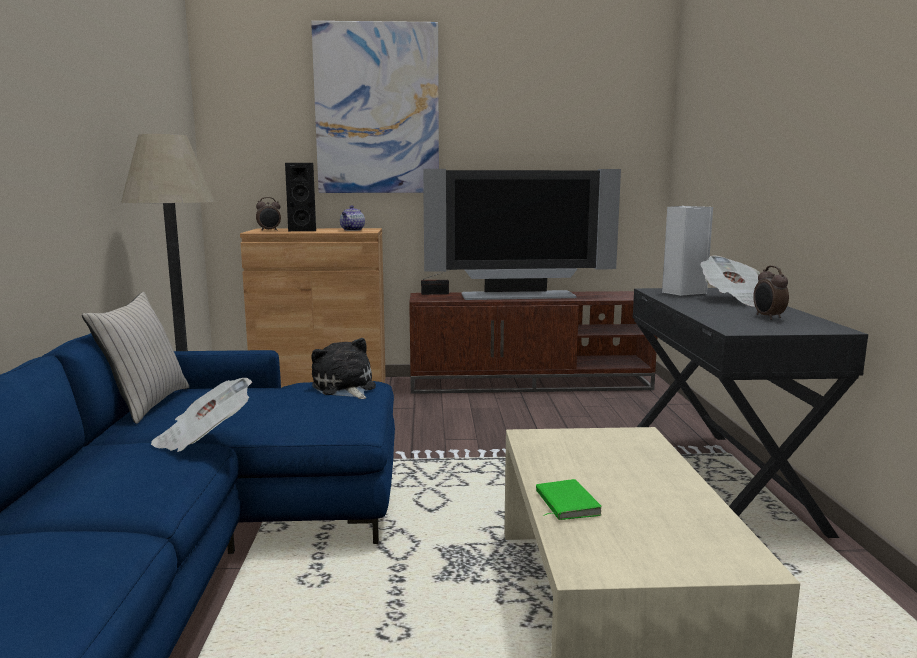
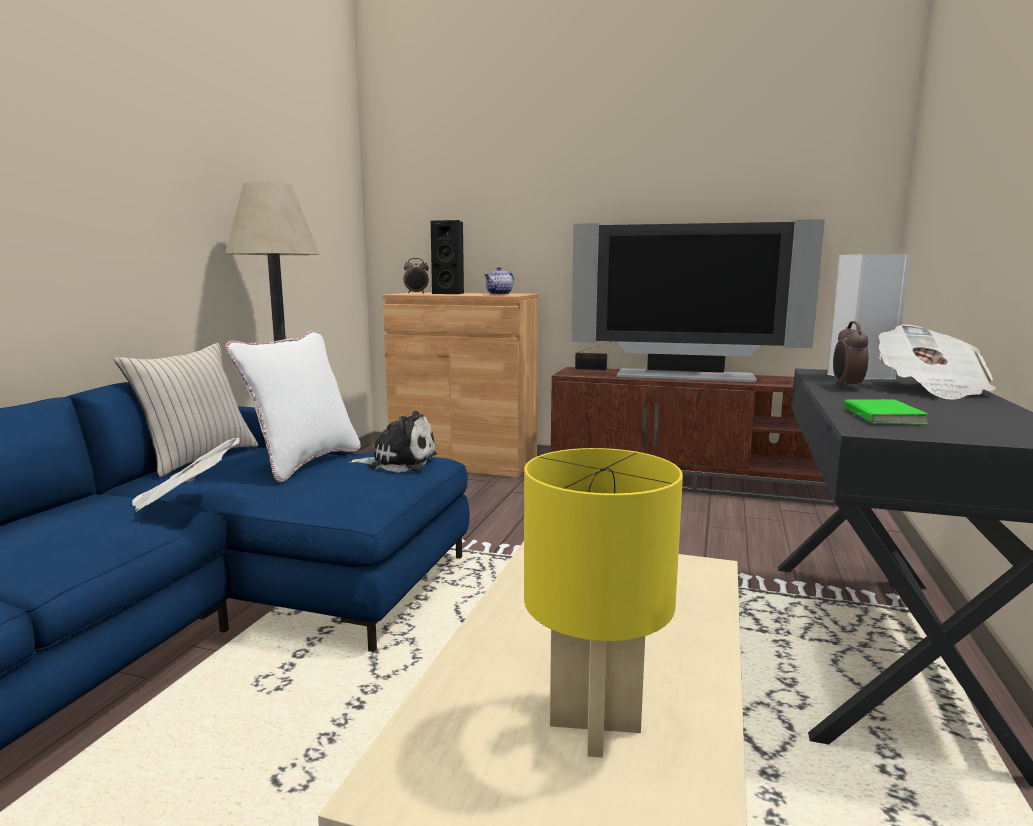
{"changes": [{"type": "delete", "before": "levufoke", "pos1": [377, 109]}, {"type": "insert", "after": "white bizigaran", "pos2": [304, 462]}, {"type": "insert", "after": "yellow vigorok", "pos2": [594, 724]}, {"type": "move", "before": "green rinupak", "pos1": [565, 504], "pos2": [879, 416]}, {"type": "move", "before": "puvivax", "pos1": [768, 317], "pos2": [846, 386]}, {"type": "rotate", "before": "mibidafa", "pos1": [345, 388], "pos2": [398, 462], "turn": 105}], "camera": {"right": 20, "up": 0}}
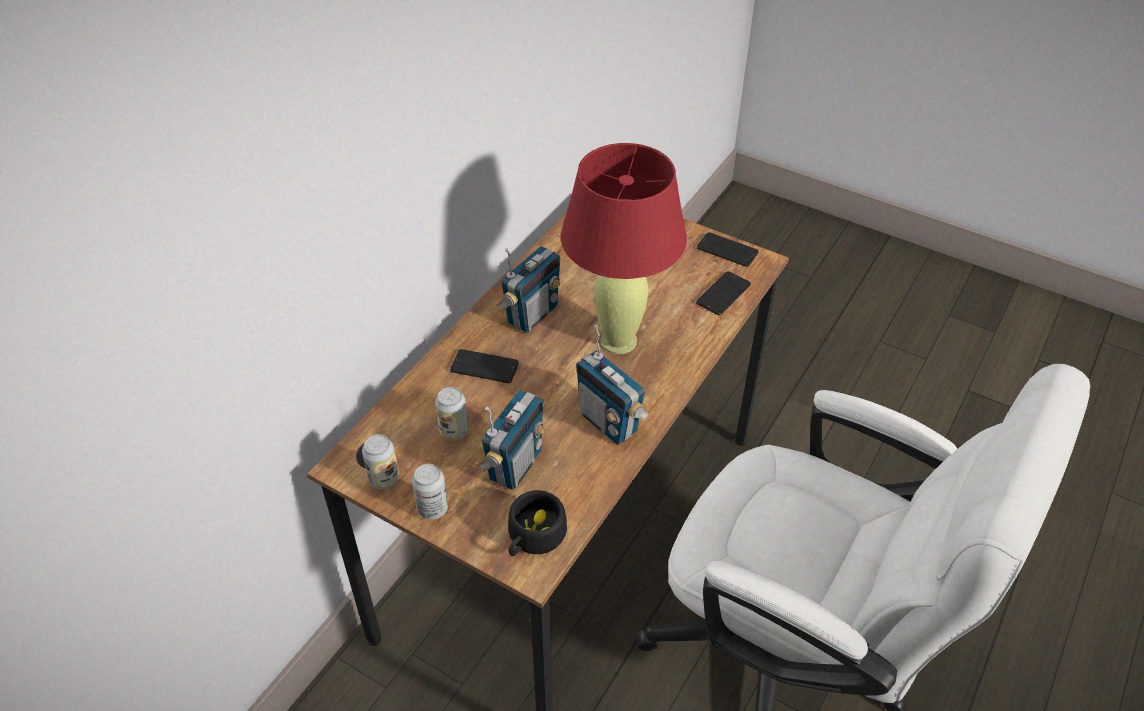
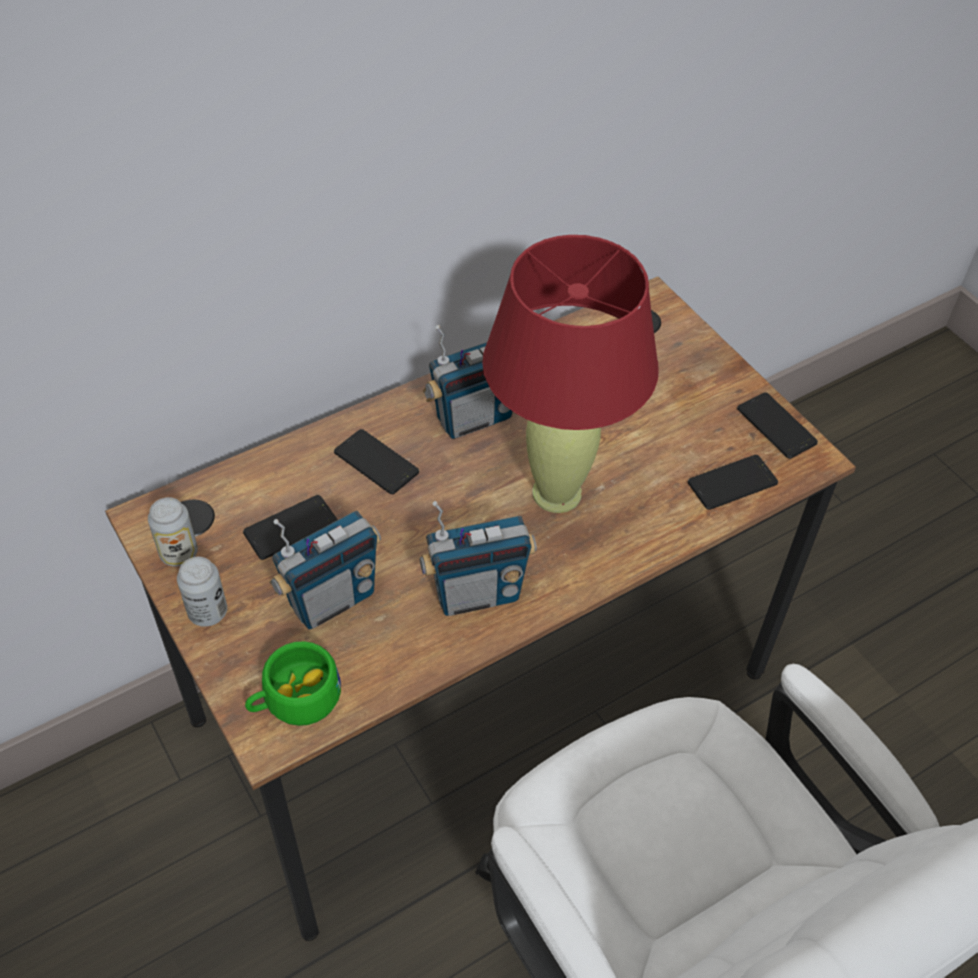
{"changes": [{"type": "replace", "before": "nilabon", "after": "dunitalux", "pos1": [454, 431], "pos2": [291, 528]}, {"type": "recolor", "before": "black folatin", "after": "green folatin", "pos1": [533, 538], "pos2": [294, 699]}, {"type": "rotate", "before": "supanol", "pos1": [609, 422], "pos2": [476, 594], "turn": -90}], "camera": {"right": 25, "up": 5}}
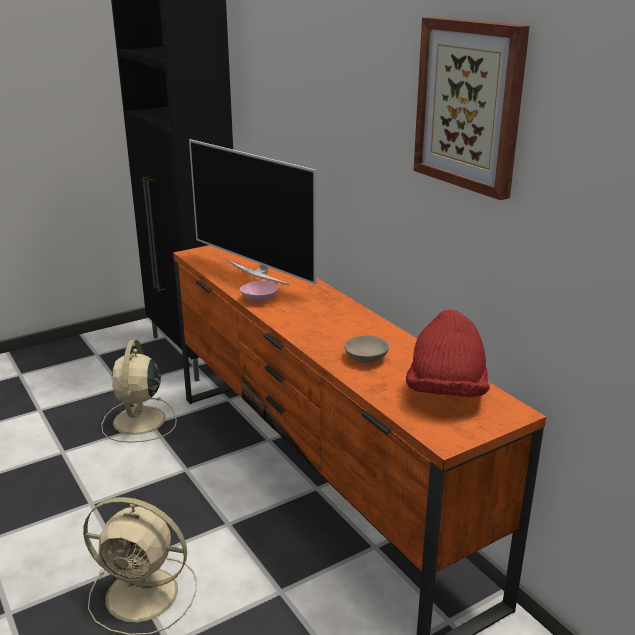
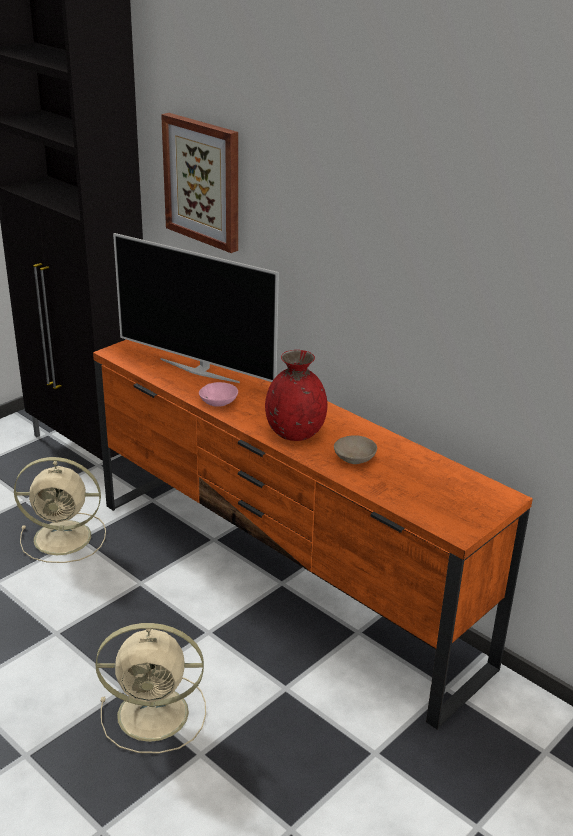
{"changes": [{"type": "delete", "before": "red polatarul", "pos1": [445, 393]}, {"type": "insert", "after": "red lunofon", "pos2": [294, 433]}, {"type": "move", "before": "levufoke", "pos1": [470, 105], "pos2": [203, 181]}, {"type": "rotate", "before": "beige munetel", "pos1": [139, 421], "pos2": [65, 538], "turn": -75}], "camera": {"right": -15, "up": 5}}
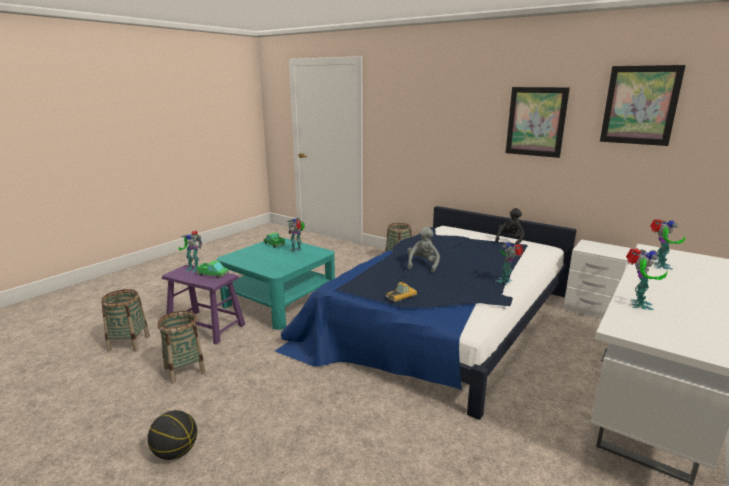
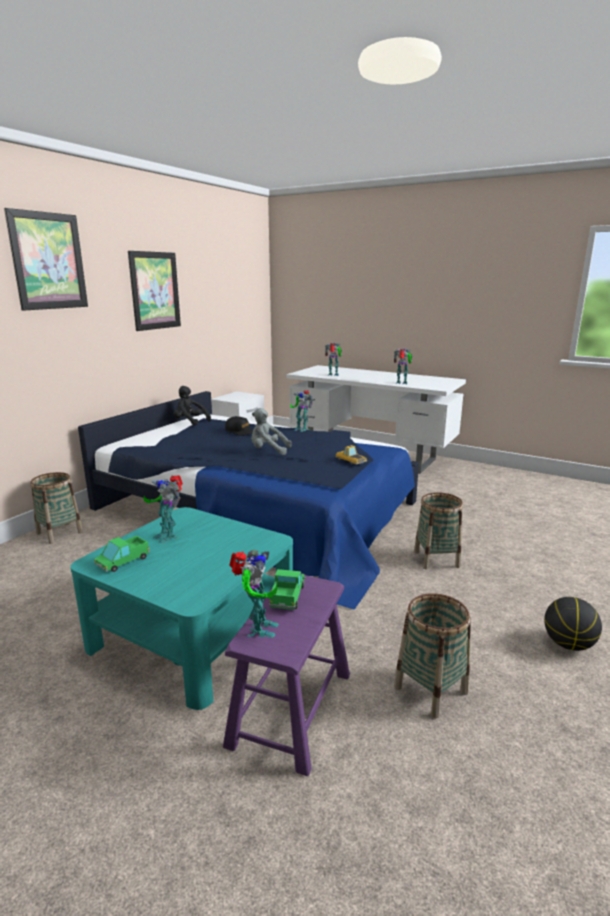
{"changes": [{"type": "insert", "after": "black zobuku", "pos2": [240, 431]}, {"type": "move", "before": "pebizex", "pos1": [129, 343], "pos2": [436, 559]}, {"type": "move", "before": "levufoke", "pos1": [640, 105], "pos2": [48, 261]}], "camera": {"right": -95, "up": 0}}
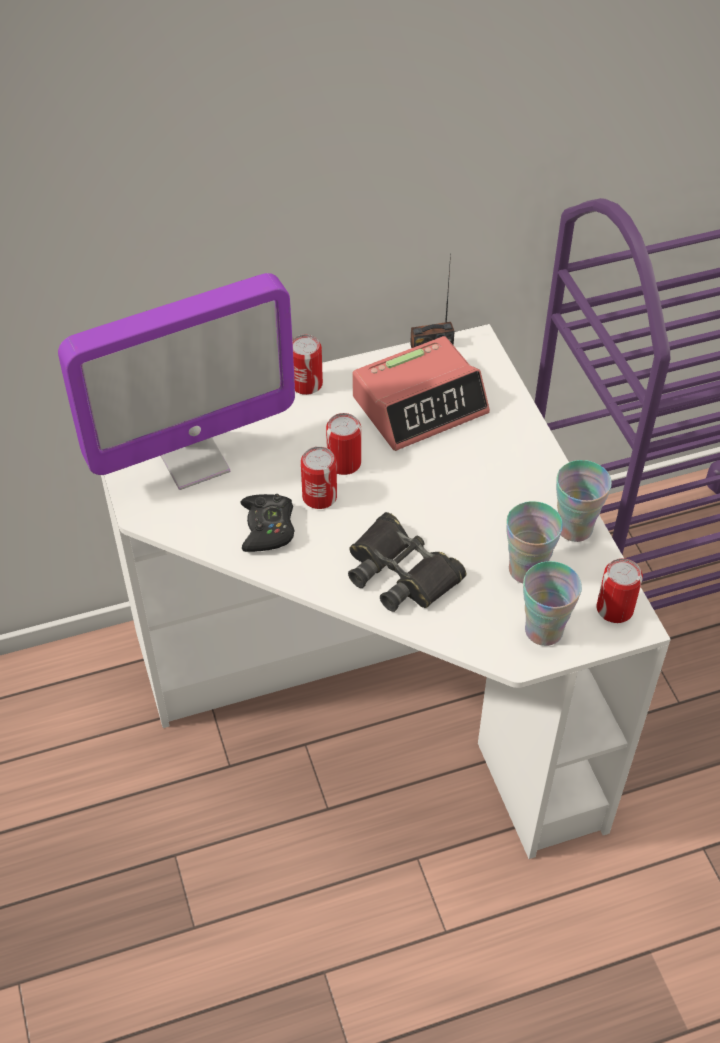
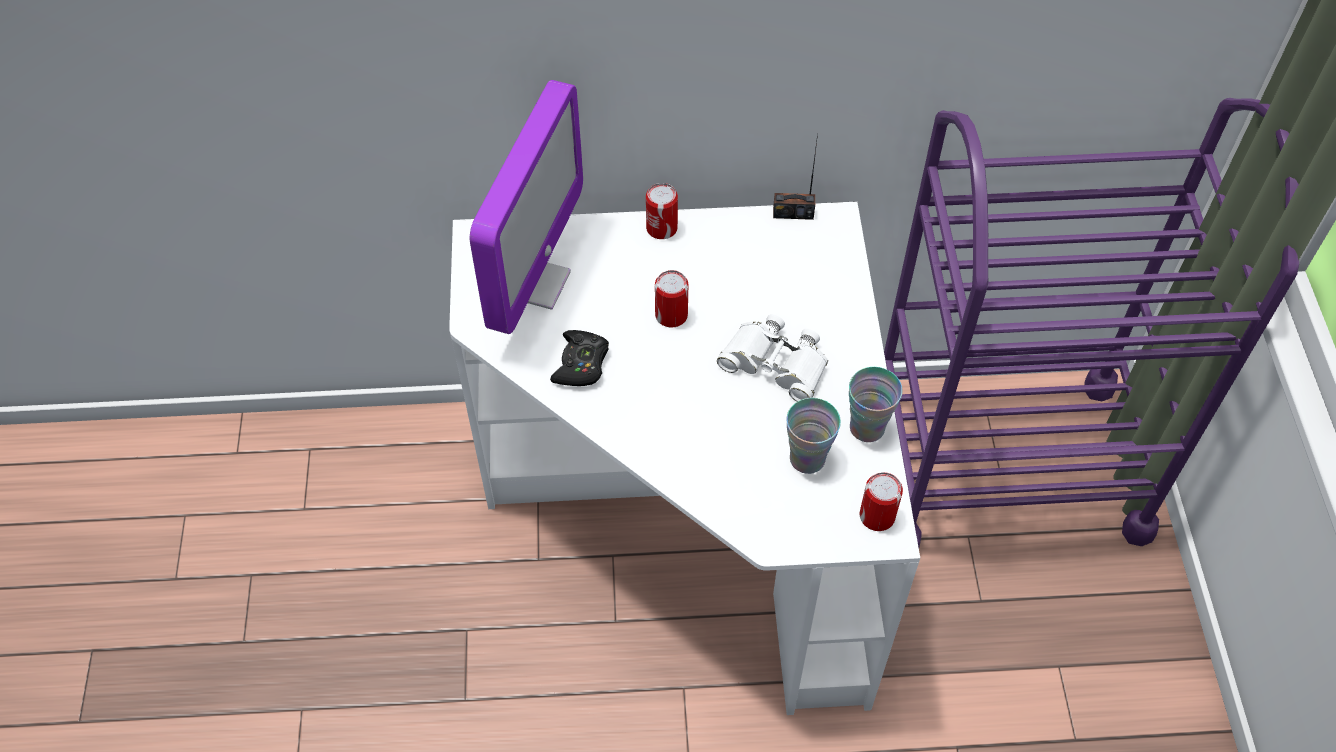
{"changes": [{"type": "delete", "before": "nilabon", "pos1": [319, 497]}, {"type": "delete", "before": "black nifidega", "pos1": [401, 572]}, {"type": "delete", "before": "puvivax", "pos1": [420, 405]}, {"type": "delete", "before": "folatin", "pos1": [544, 630]}, {"type": "insert", "after": "white nifidega", "pos2": [775, 363]}, {"type": "rotate", "before": "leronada", "pos1": [193, 460], "pos2": [534, 283], "turn": -60}], "camera": {"right": 15, "up": 5}}
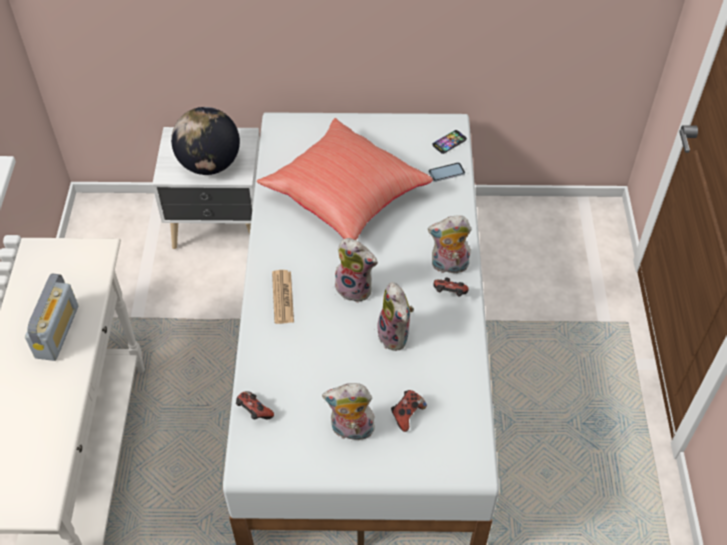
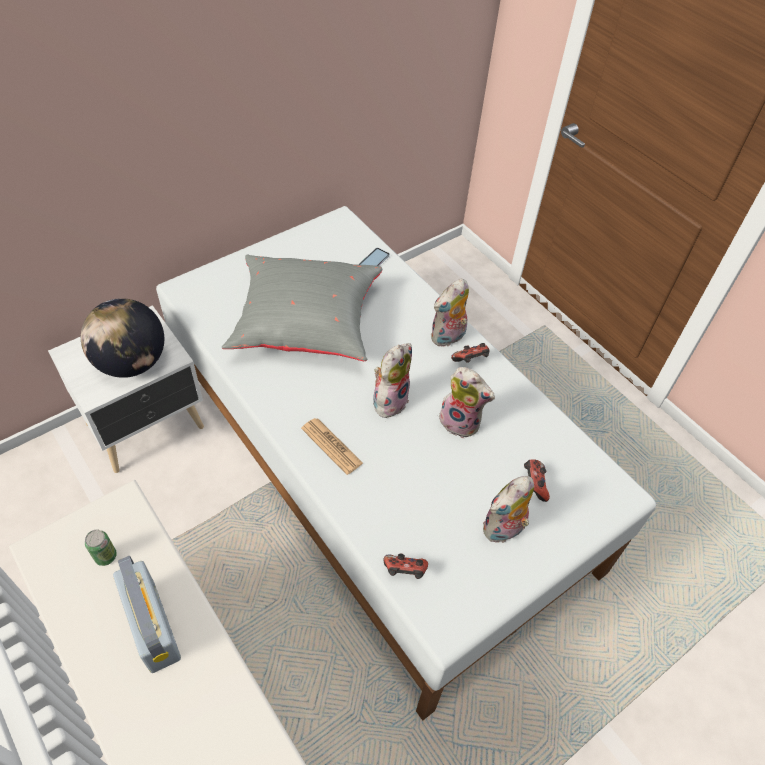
{"changes": [{"type": "delete", "before": "dunitalux", "pos1": [449, 142]}, {"type": "insert", "after": "nilabon", "pos2": [105, 556]}, {"type": "recolor", "before": "red bizigaran", "after": "grey bizigaran", "pos1": [344, 198], "pos2": [305, 325]}, {"type": "rotate", "before": "mibidafa", "pos1": [356, 288], "pos2": [389, 400], "turn": -45}], "camera": {"right": -40, "up": 0}}
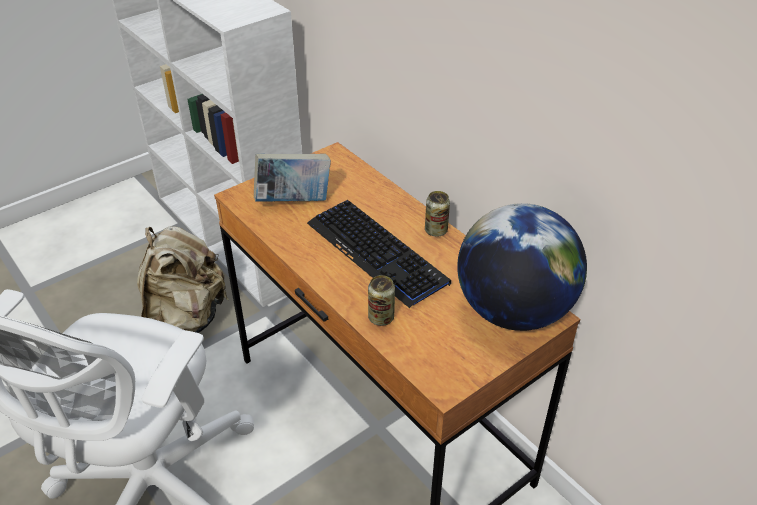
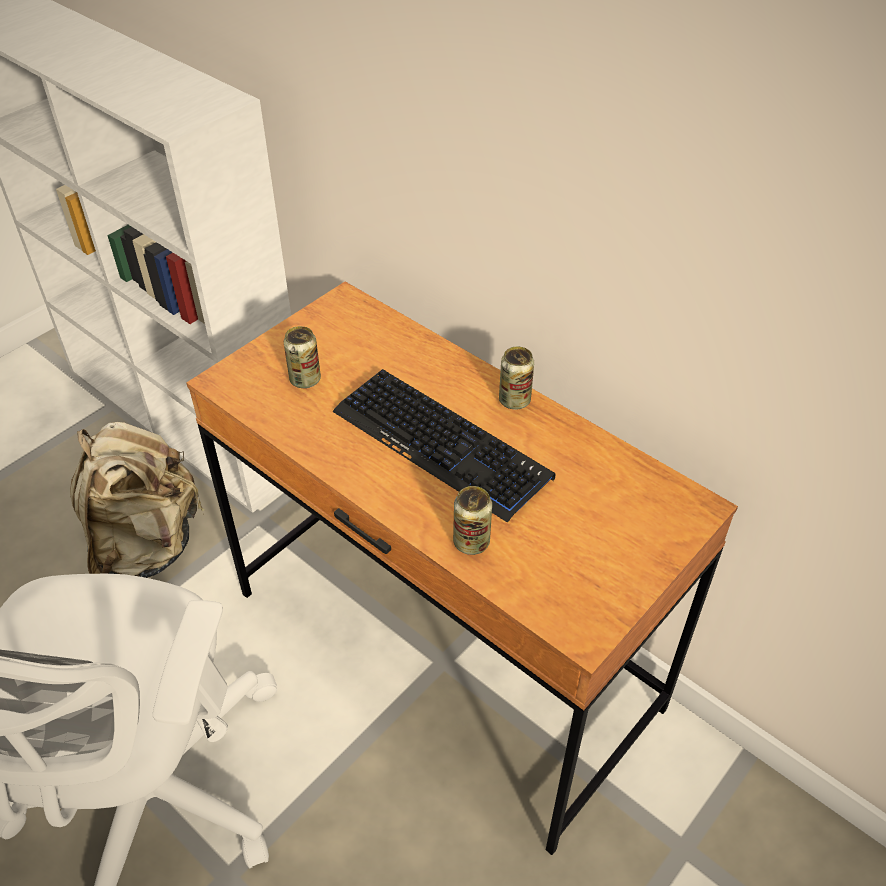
{"changes": [{"type": "delete", "before": "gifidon", "pos1": [513, 311]}, {"type": "replace", "before": "rinupak", "after": "nilabon", "pos1": [294, 201], "pos2": [305, 379]}], "camera": {"right": -10, "up": 5}}
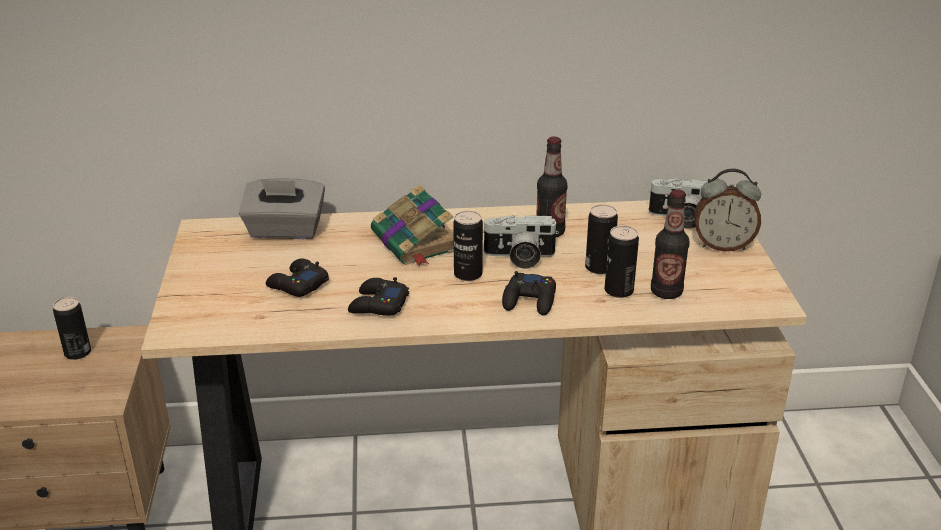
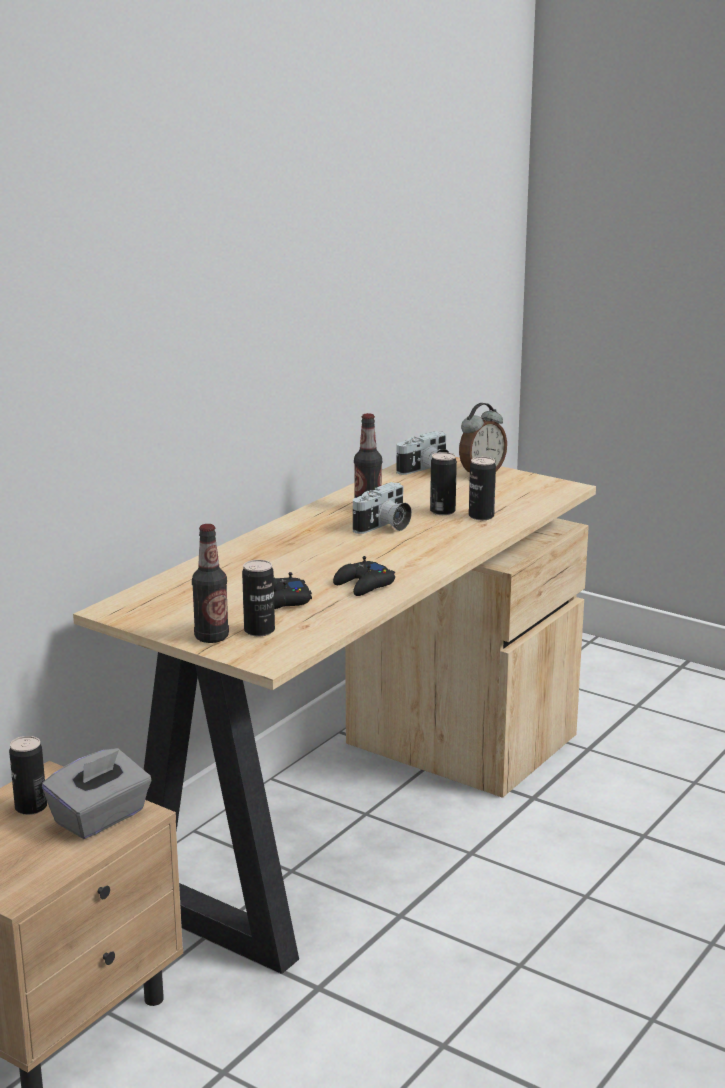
{"changes": [{"type": "delete", "before": "rinupak", "pos1": [415, 242]}, {"type": "delete", "before": "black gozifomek", "pos1": [530, 300]}, {"type": "move", "before": "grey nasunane", "pos1": [285, 231], "pos2": [100, 818]}, {"type": "move", "before": "nilabon", "pos1": [468, 274], "pos2": [259, 630]}, {"type": "move", "before": "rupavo", "pos1": [666, 292], "pos2": [211, 637]}], "camera": {"right": -50, "up": -10}}
